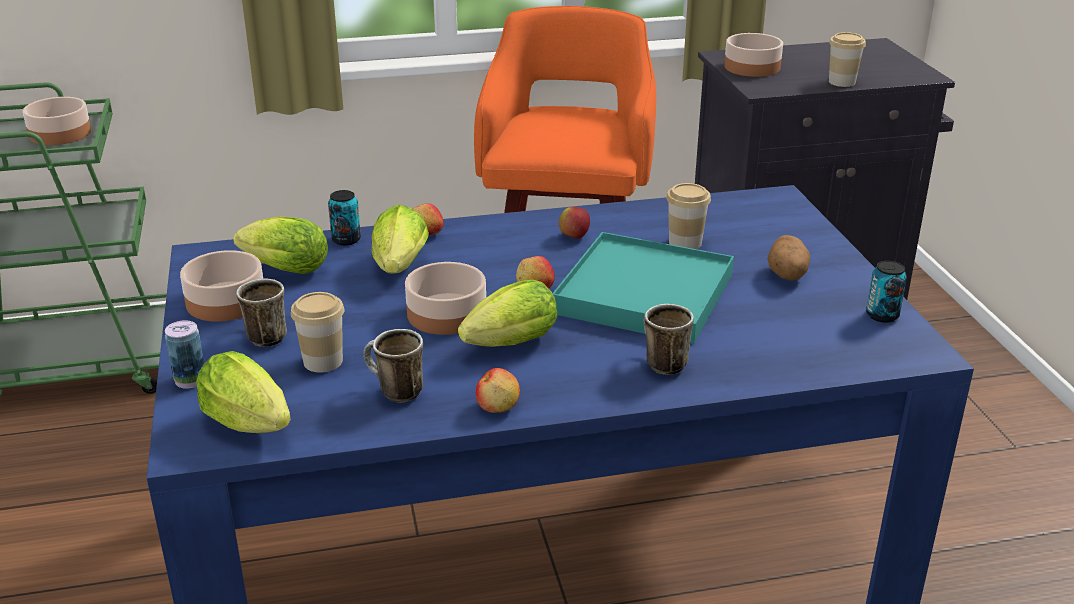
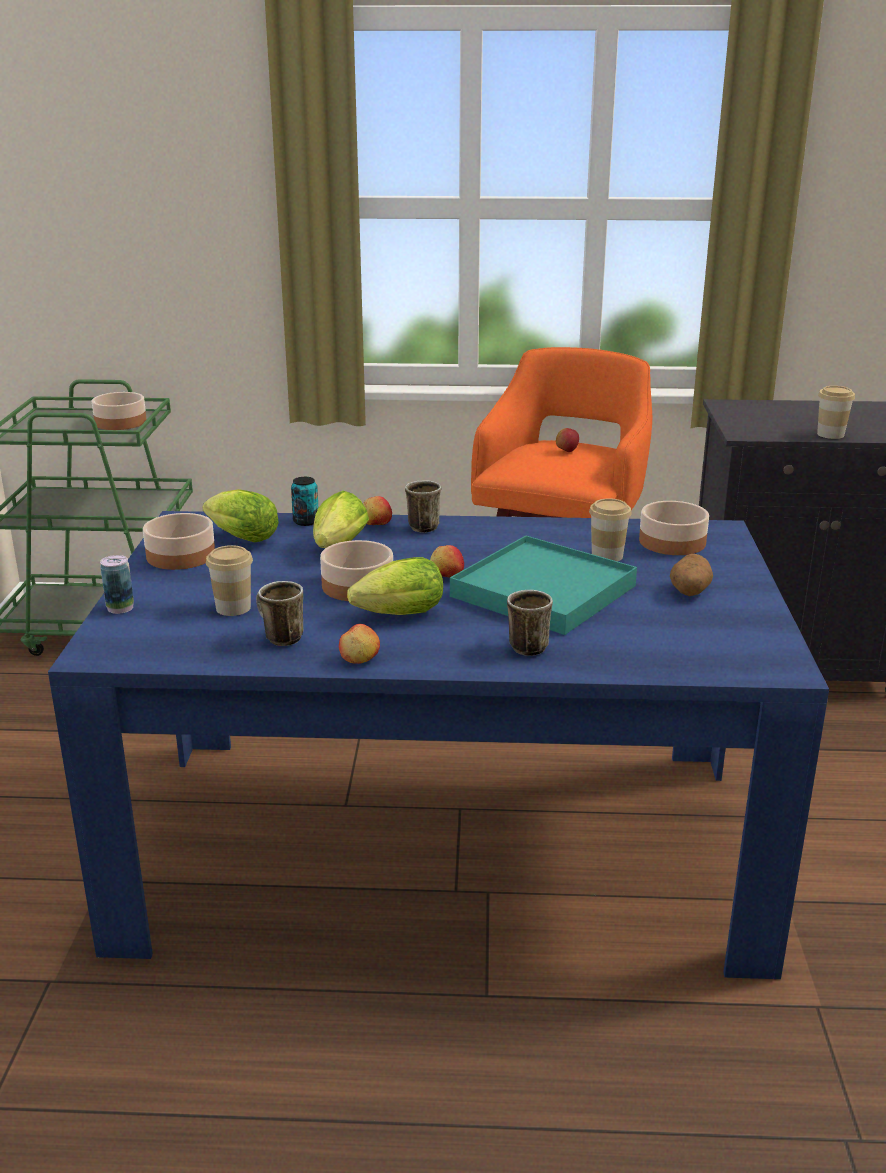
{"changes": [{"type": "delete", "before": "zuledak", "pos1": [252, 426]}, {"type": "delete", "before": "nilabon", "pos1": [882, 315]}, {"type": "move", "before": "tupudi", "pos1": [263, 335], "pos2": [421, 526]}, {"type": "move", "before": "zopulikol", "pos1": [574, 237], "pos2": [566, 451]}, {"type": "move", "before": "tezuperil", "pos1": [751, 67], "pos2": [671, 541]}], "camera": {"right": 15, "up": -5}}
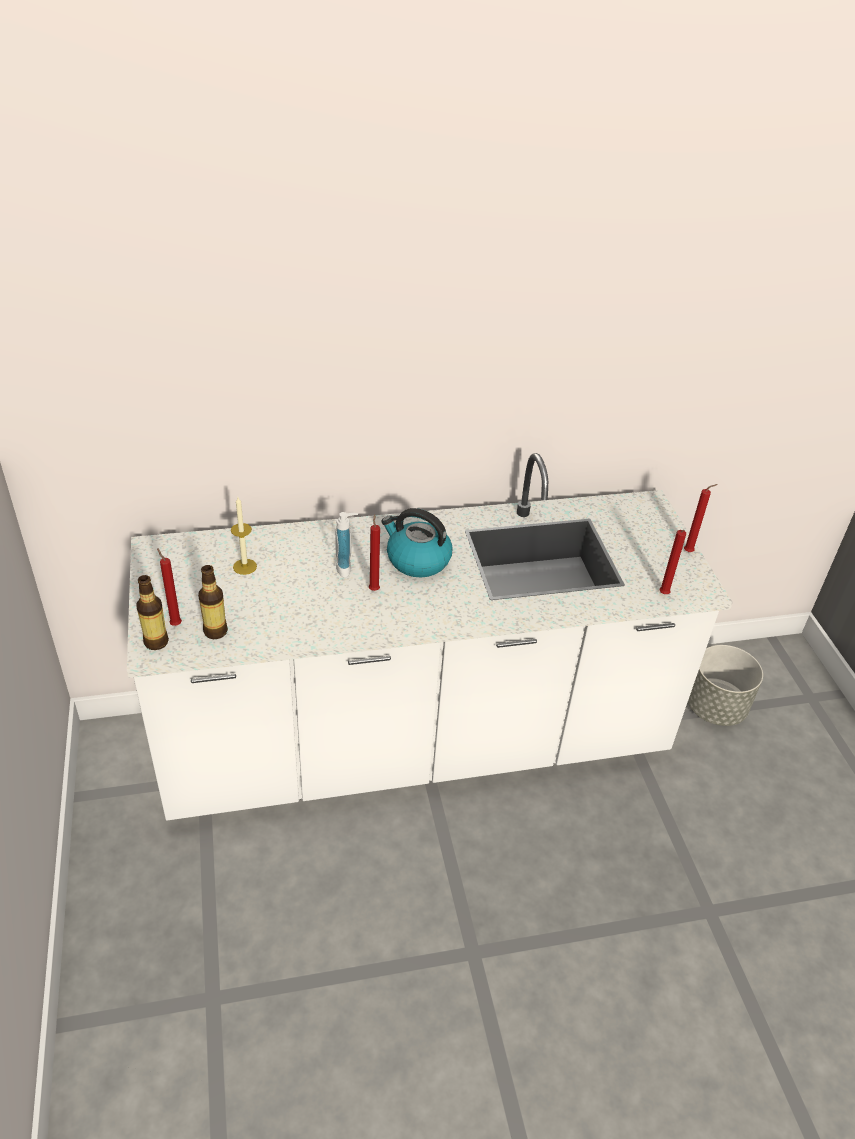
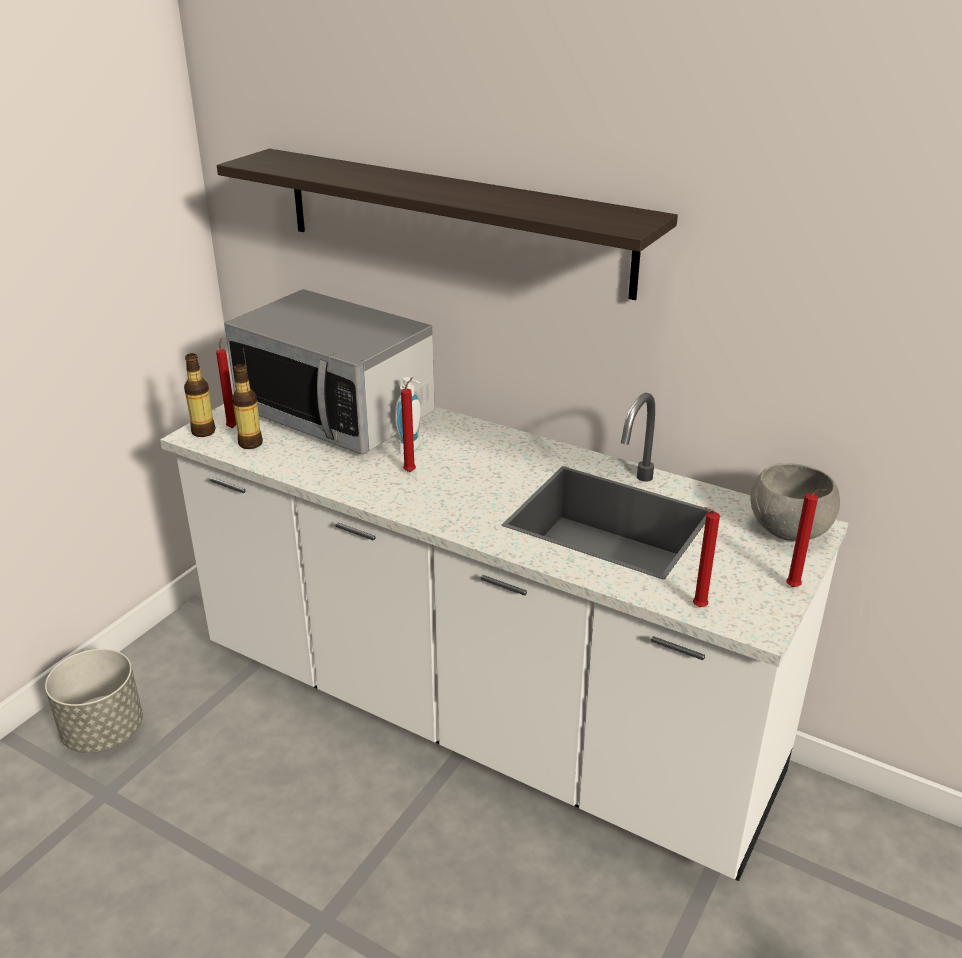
{"changes": [{"type": "delete", "before": "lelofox", "pos1": [417, 560]}, {"type": "insert", "after": "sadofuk", "pos2": [453, 220]}, {"type": "insert", "after": "grey tezuperil", "pos2": [789, 531]}, {"type": "move", "before": "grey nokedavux", "pos1": [715, 708], "pos2": [104, 732]}, {"type": "replace", "before": "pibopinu", "after": "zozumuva", "pos1": [245, 566], "pos2": [336, 414]}], "camera": {"right": 45, "up": -10}}
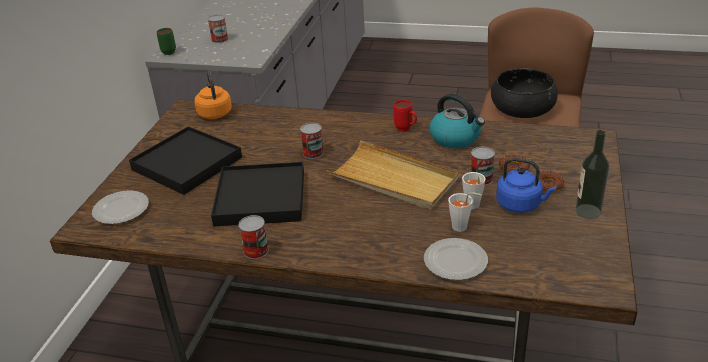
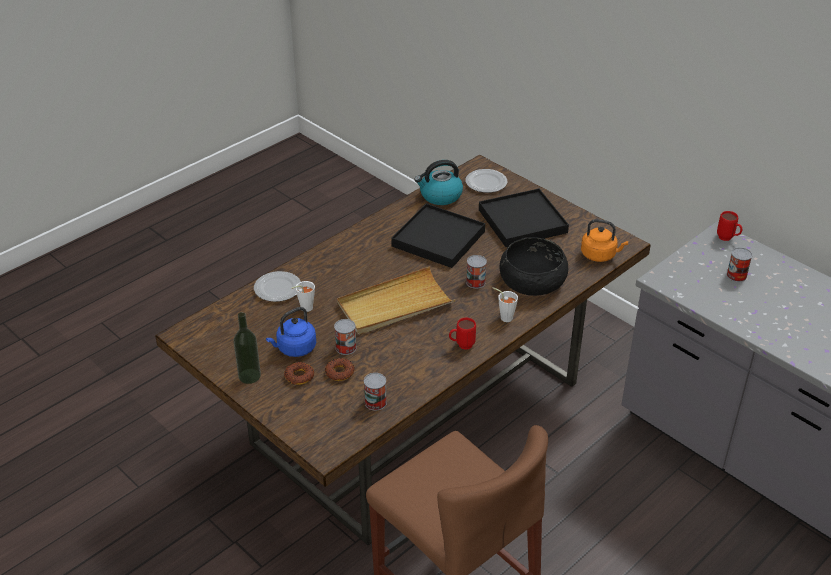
{"changes": [{"type": "move", "before": "nilabon", "pos1": [256, 250], "pos2": [375, 402]}, {"type": "move", "before": "lelofox", "pos1": [456, 138], "pos2": [440, 196]}, {"type": "move", "before": "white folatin", "pos1": [472, 206], "pos2": [504, 317]}, {"type": "move", "before": "black tezuperil", "pos1": [522, 108], "pos2": [532, 281]}, {"type": "recolor", "before": "green tupudi", "after": "red tupudi", "pos1": [170, 51], "pos2": [727, 239]}], "camera": {"right": 120, "up": 5}}
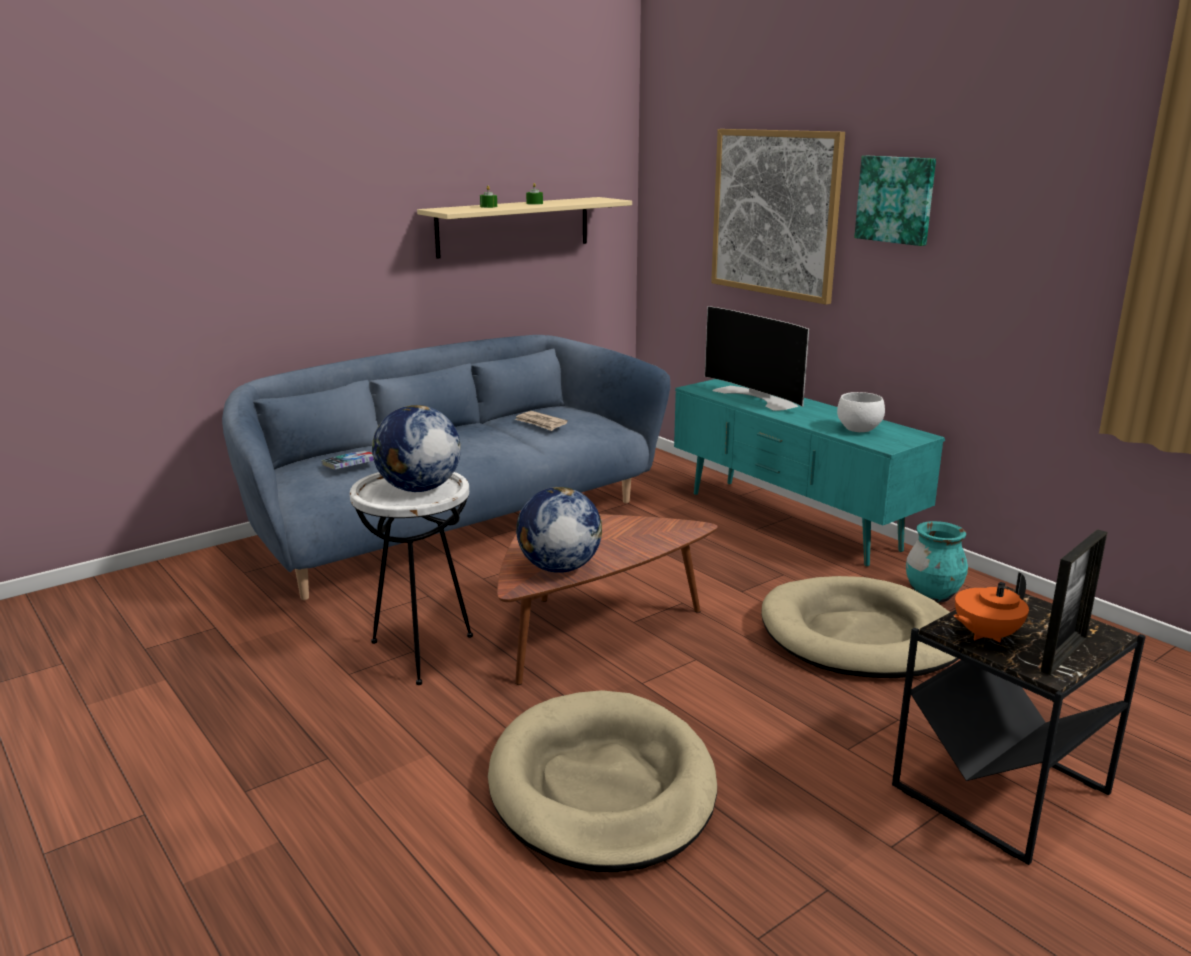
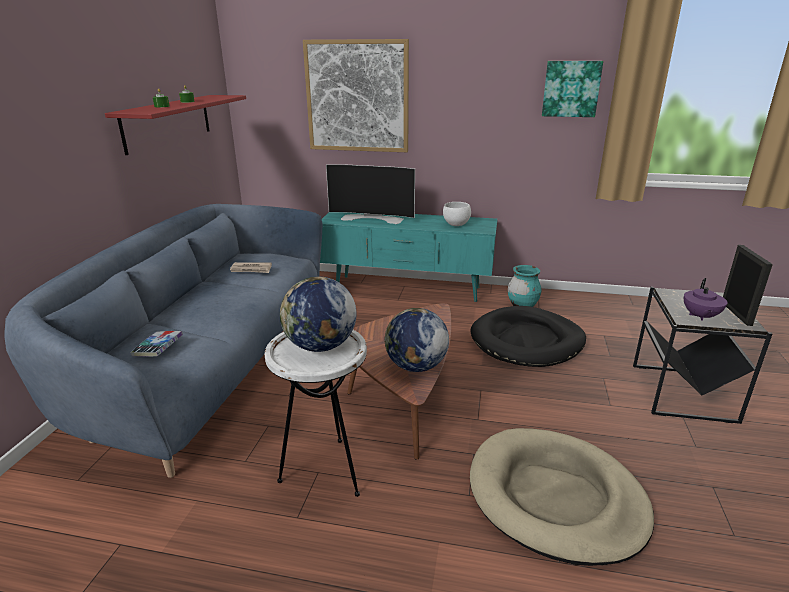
{"changes": [{"type": "move", "before": "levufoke", "pos1": [896, 199], "pos2": [571, 89]}, {"type": "recolor", "before": "beige sadofuk", "after": "red sadofuk", "pos1": [514, 226], "pos2": [168, 122]}, {"type": "recolor", "before": "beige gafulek", "after": "black gafulek", "pos1": [860, 636], "pos2": [527, 341]}, {"type": "recolor", "before": "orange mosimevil", "after": "purple mosimevil", "pos1": [985, 635], "pos2": [700, 316]}], "camera": {"right": -40, "up": 5}}
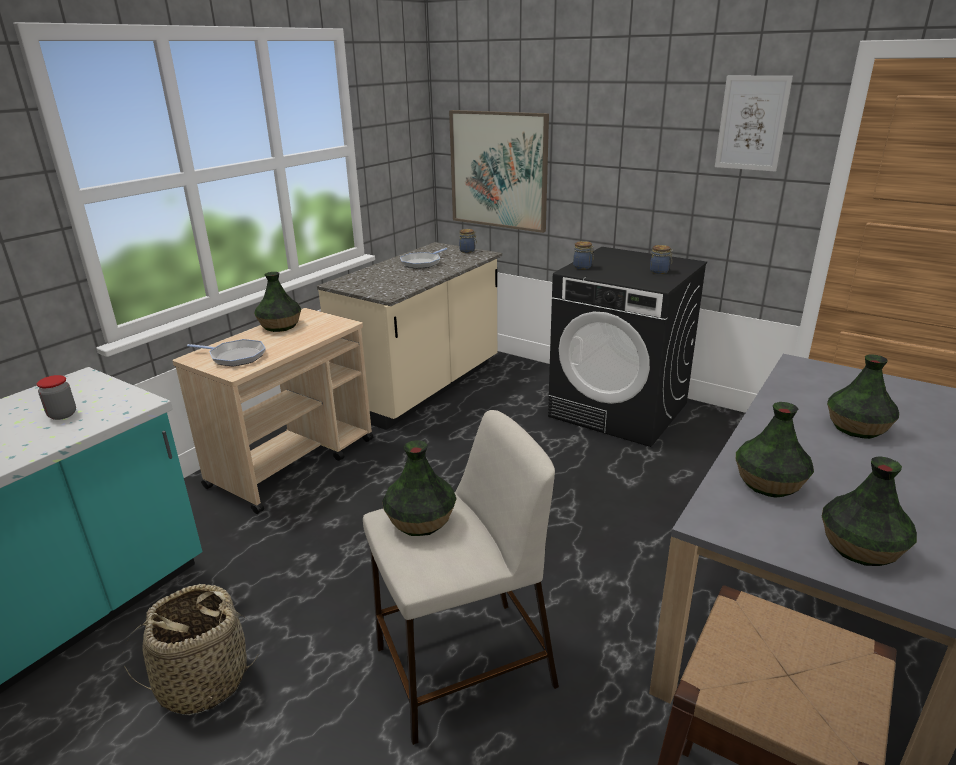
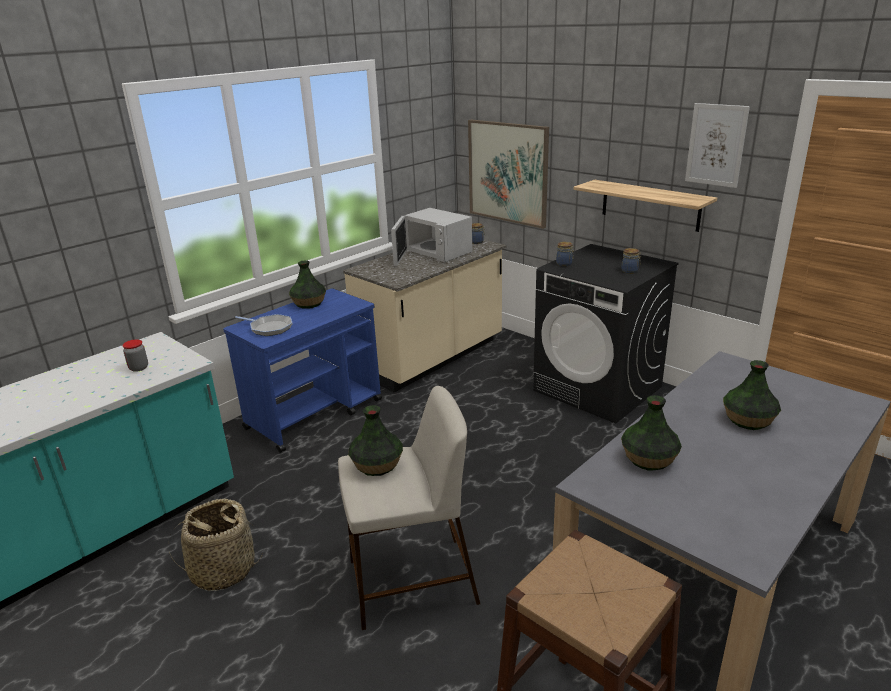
{"changes": [{"type": "delete", "before": "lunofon", "pos1": [861, 547]}, {"type": "insert", "after": "sadofuk", "pos2": [650, 205]}, {"type": "replace", "before": "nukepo", "after": "white zozumuva", "pos1": [422, 263], "pos2": [434, 252]}, {"type": "recolor", "before": "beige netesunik", "after": "blue netesunik", "pos1": [294, 462], "pos2": [315, 414]}], "camera": {"right": 10, "up": 0}}
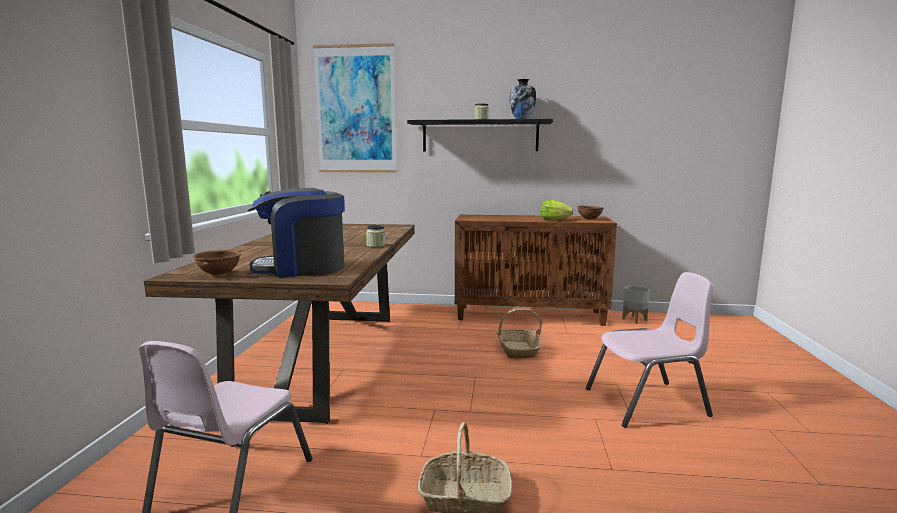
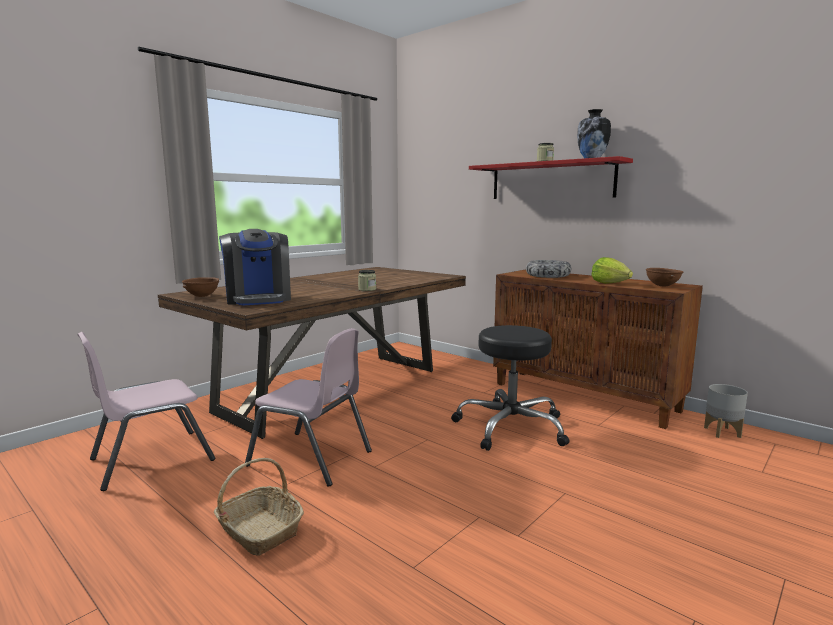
{"changes": [{"type": "delete", "before": "levufoke", "pos1": [356, 110]}, {"type": "insert", "after": "tezuperil", "pos2": [547, 275]}, {"type": "move", "before": "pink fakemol", "pos1": [647, 403], "pos2": [311, 458]}, {"type": "replace", "before": "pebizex", "after": "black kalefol", "pos1": [518, 350], "pos2": [510, 427]}, {"type": "recolor", "before": "black sadofuk", "after": "red sadofuk", "pos1": [480, 136], "pos2": [551, 181]}, {"type": "rotate", "before": "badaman", "pos1": [301, 268], "pos2": [258, 299], "turn": -135}], "camera": {"right": 35, "up": 0}}
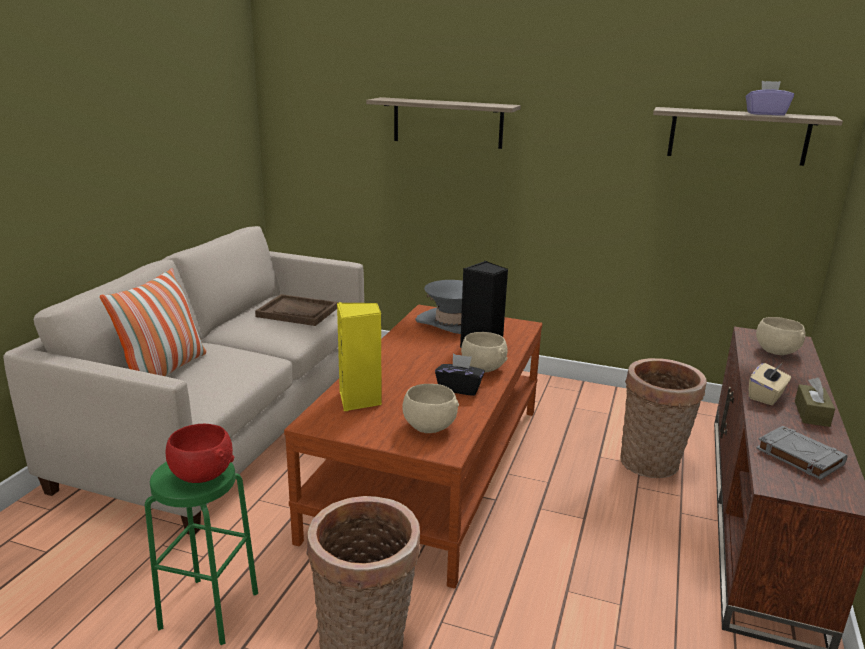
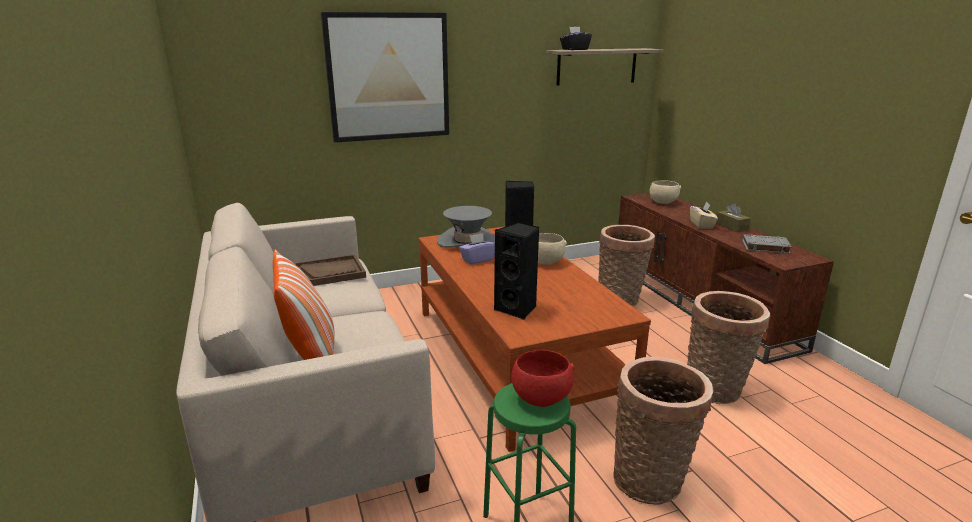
{"changes": [{"type": "delete", "before": "beige tezuperil", "pos1": [428, 427]}, {"type": "insert", "after": "pebizex", "pos2": [716, 390]}, {"type": "move", "before": "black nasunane", "pos1": [459, 388], "pos2": [574, 49]}, {"type": "move", "before": "purple nasunane", "pos1": [765, 114], "pos2": [478, 260]}, {"type": "replace", "before": "sadofuk", "after": "levufoke", "pos1": [447, 123], "pos2": [388, 77]}, {"type": "recolor", "before": "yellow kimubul", "after": "black kimubul", "pos1": [360, 400], "pos2": [517, 309]}], "camera": {"right": -40, "up": 0}}
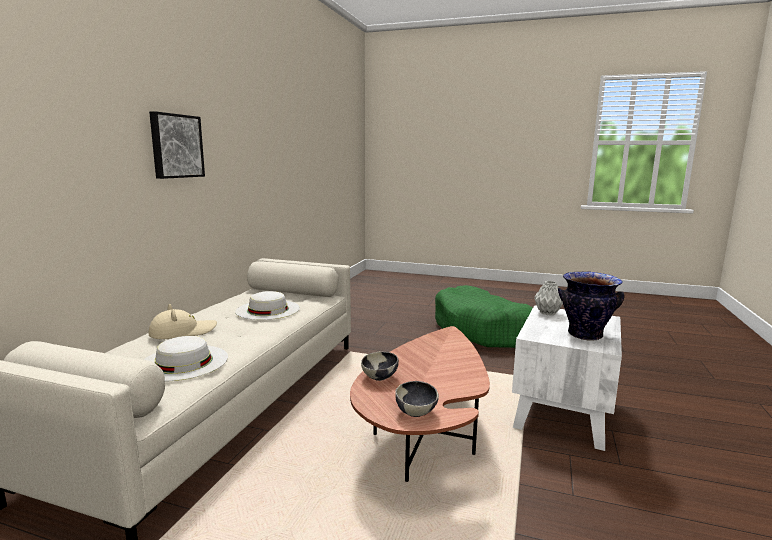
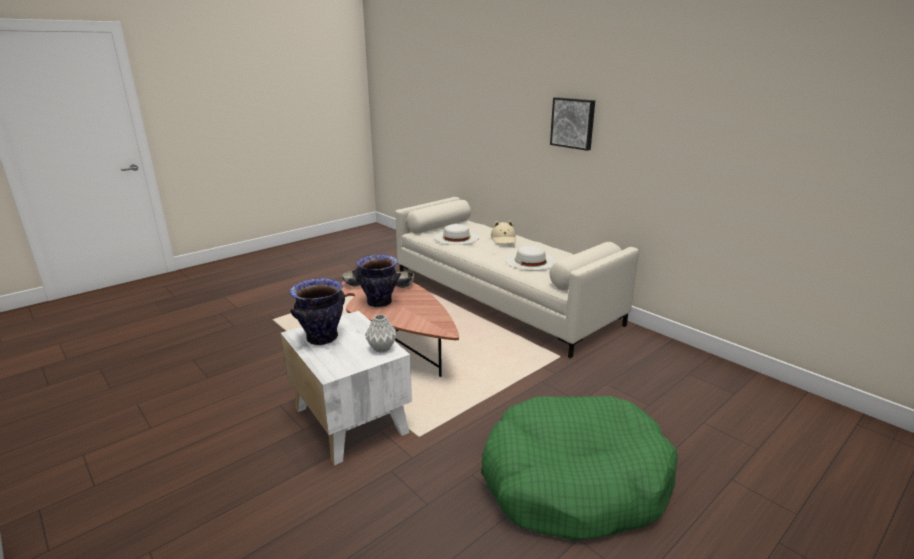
{"changes": [{"type": "insert", "after": "lunofon", "pos2": [379, 303]}], "camera": {"right": 120, "up": 10}}
